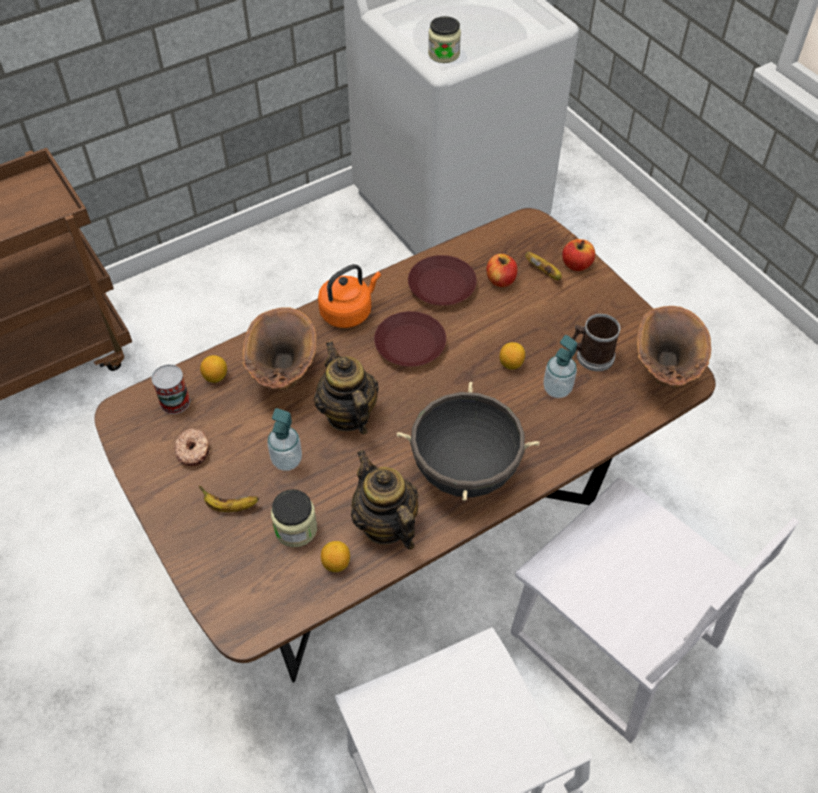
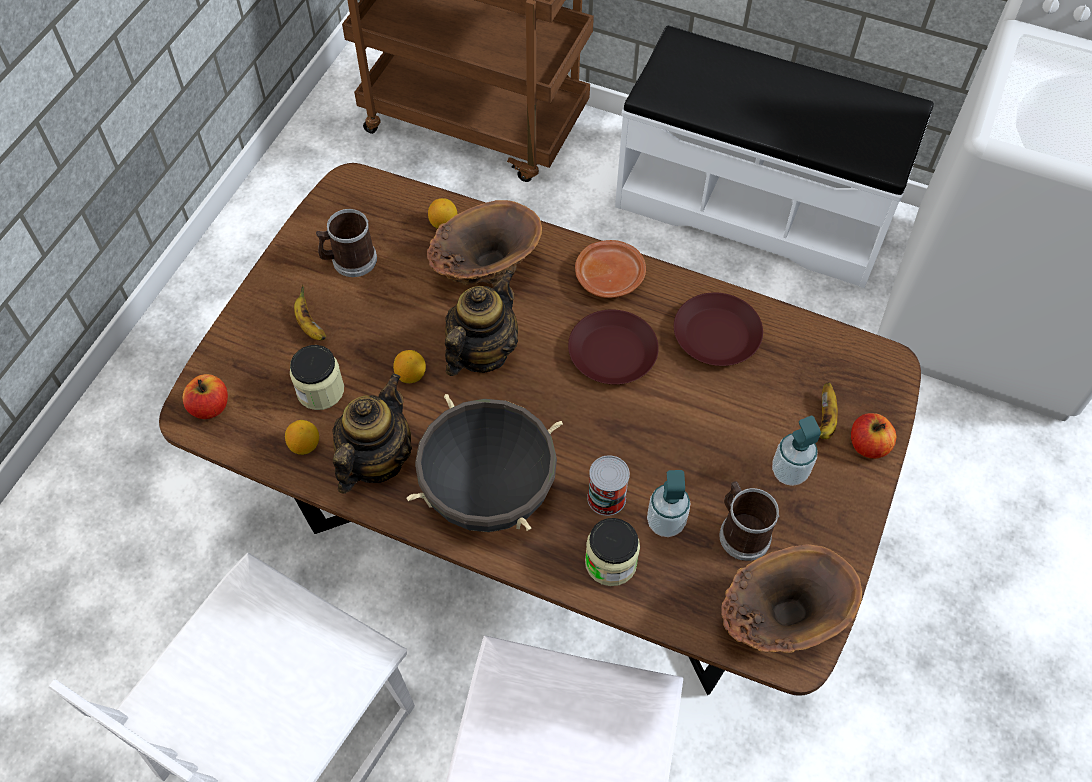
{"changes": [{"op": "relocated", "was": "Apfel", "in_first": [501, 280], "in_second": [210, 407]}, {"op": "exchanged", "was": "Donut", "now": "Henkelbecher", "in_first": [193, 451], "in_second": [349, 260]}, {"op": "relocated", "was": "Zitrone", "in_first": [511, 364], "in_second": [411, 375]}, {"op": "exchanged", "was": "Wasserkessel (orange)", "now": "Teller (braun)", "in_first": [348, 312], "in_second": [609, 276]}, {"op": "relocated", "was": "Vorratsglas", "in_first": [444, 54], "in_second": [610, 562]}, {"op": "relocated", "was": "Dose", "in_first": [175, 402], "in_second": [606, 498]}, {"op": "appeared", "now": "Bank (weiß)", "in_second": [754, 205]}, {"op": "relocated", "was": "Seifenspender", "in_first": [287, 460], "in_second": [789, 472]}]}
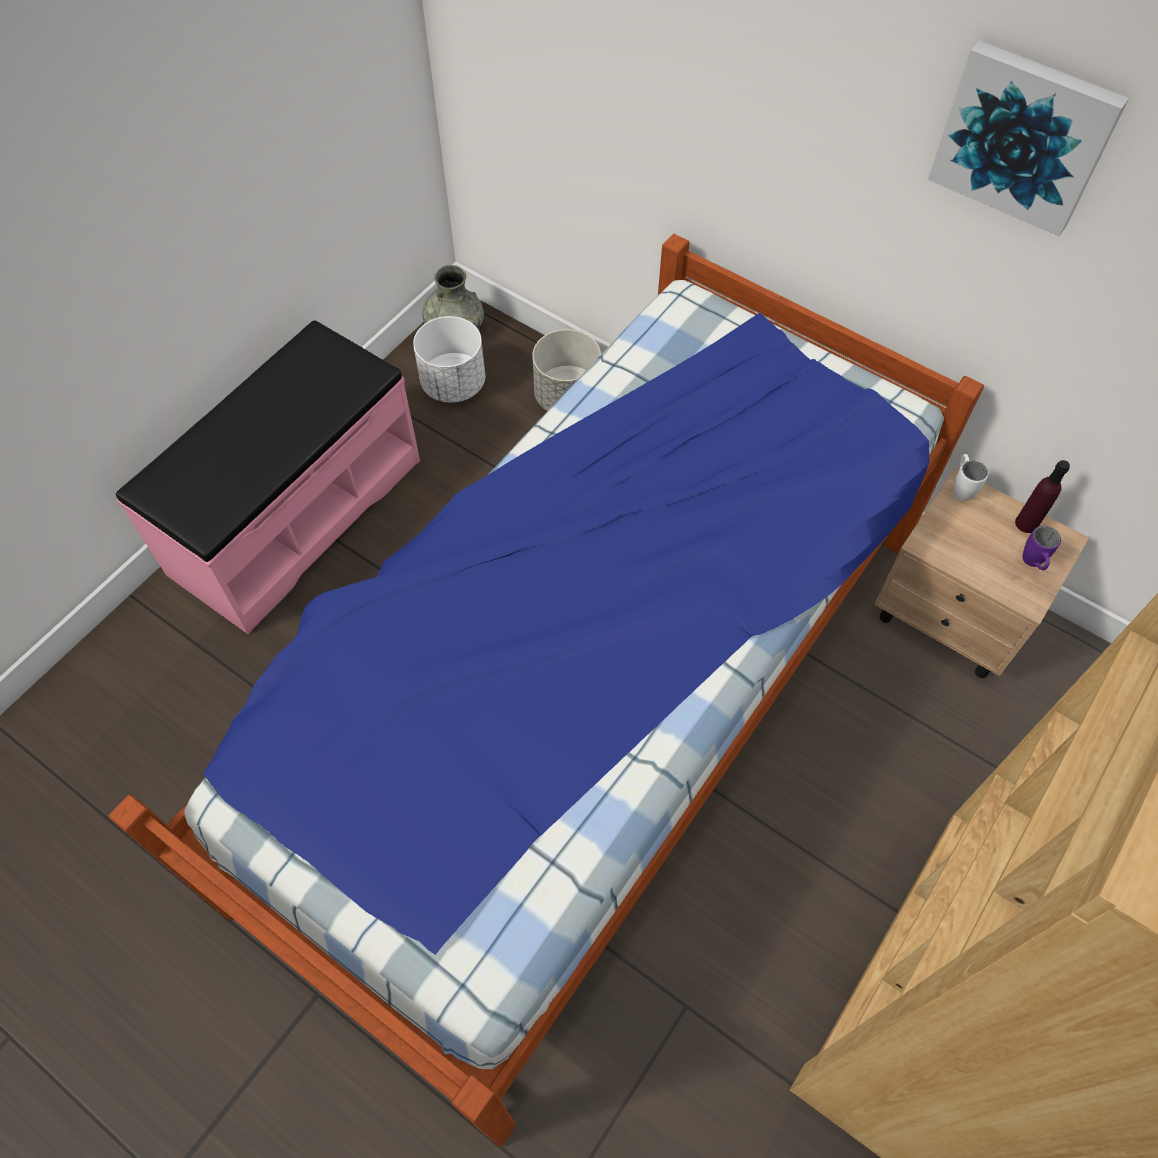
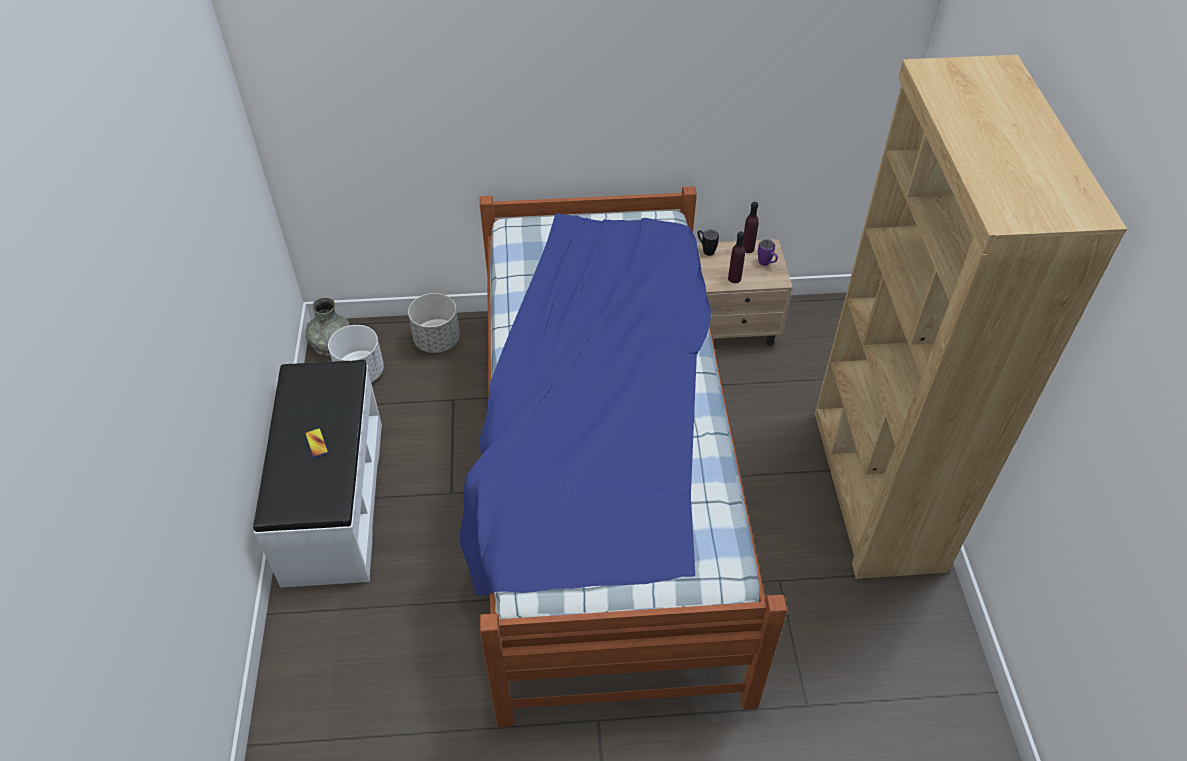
{"changes": [{"op": "colour", "was": "Bank (rosa)", "now": "Bank (weiß)", "in_first": [295, 515], "in_second": [332, 501]}, {"op": "appeared", "now": "Handy", "in_second": [316, 443]}, {"op": "colour", "was": "Henkelbecher (weiß)", "now": "Henkelbecher (schwarz)", "in_first": [960, 488], "in_second": [705, 250]}, {"op": "appeared", "now": "Flasche (lila)", "in_second": [734, 278]}, {"op": "missing", "was": "Bild", "in_first": [1024, 137]}]}
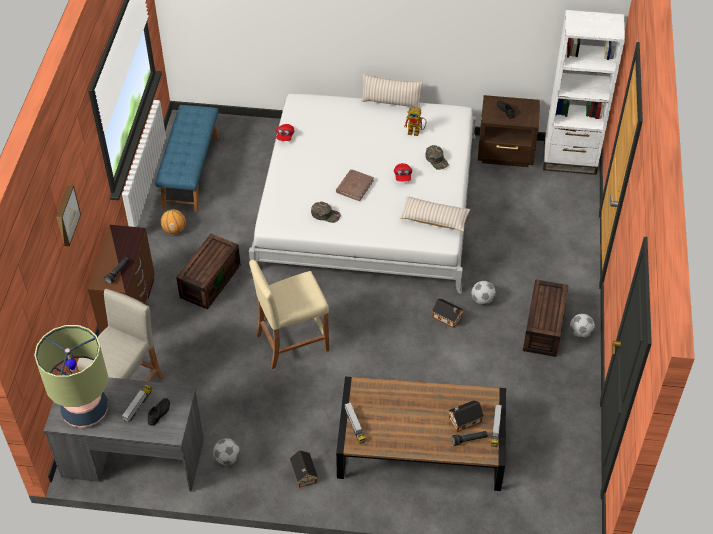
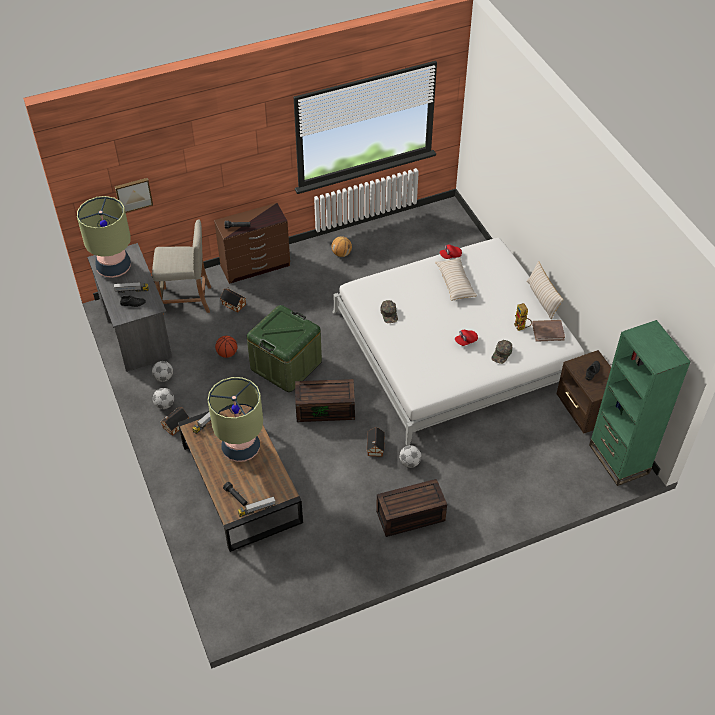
{"changes": [{"op": "relocated", "was": "Bild", "in_first": [66, 215], "in_second": [133, 194]}, {"op": "relocated", "was": "Fußball", "in_first": [580, 333], "in_second": [164, 404]}, {"op": "appeared", "now": "Tischlampe", "in_second": [241, 448]}, {"op": "appeared", "now": "Basketball", "in_second": [227, 353]}, {"op": "relocated", "was": "Spielzeughaus", "in_first": [463, 420], "in_second": [233, 304]}, {"op": "exchanged", "was": "Hocker (beige)", "now": "Aufbewahrungsbox (grün)", "in_first": [292, 342], "in_second": [286, 365]}, {"op": "relocated", "was": "Aufbewahrungsbox (braun)", "in_first": [210, 280], "in_second": [326, 408]}, {"op": "relocated", "was": "Kissen (beige)", "in_first": [434, 219], "in_second": [455, 283]}, {"op": "relocated", "was": "Buch (braun)", "in_first": [354, 186], "in_second": [548, 331]}, {"op": "colour", "was": "Bücherregal (weiß)", "now": "Bücherregal (grün)", "in_first": [569, 159], "in_second": [618, 459]}, {"op": "missing", "was": "Bank (blau)", "in_first": [190, 171]}]}
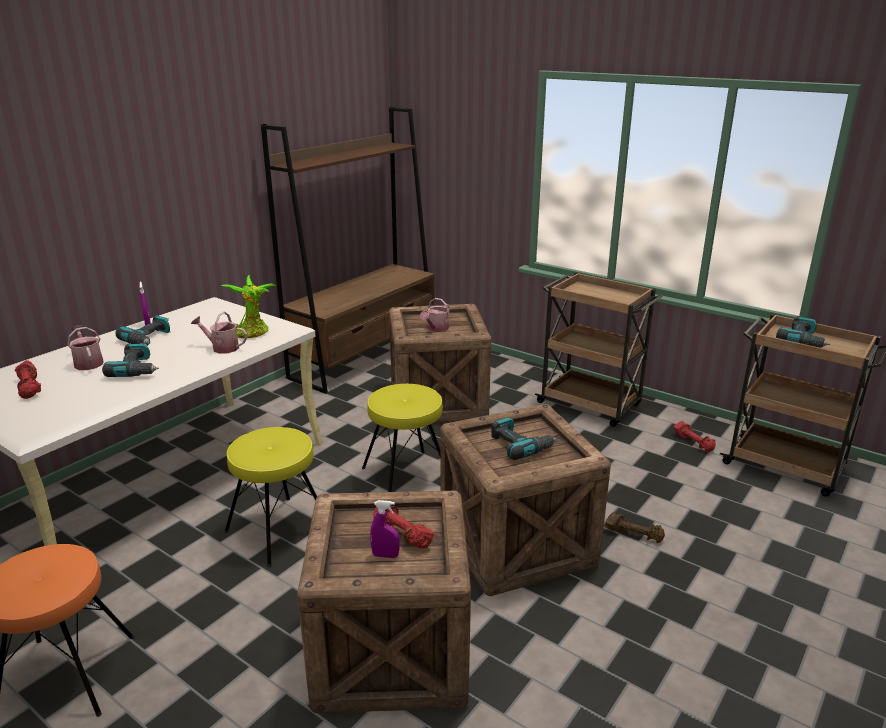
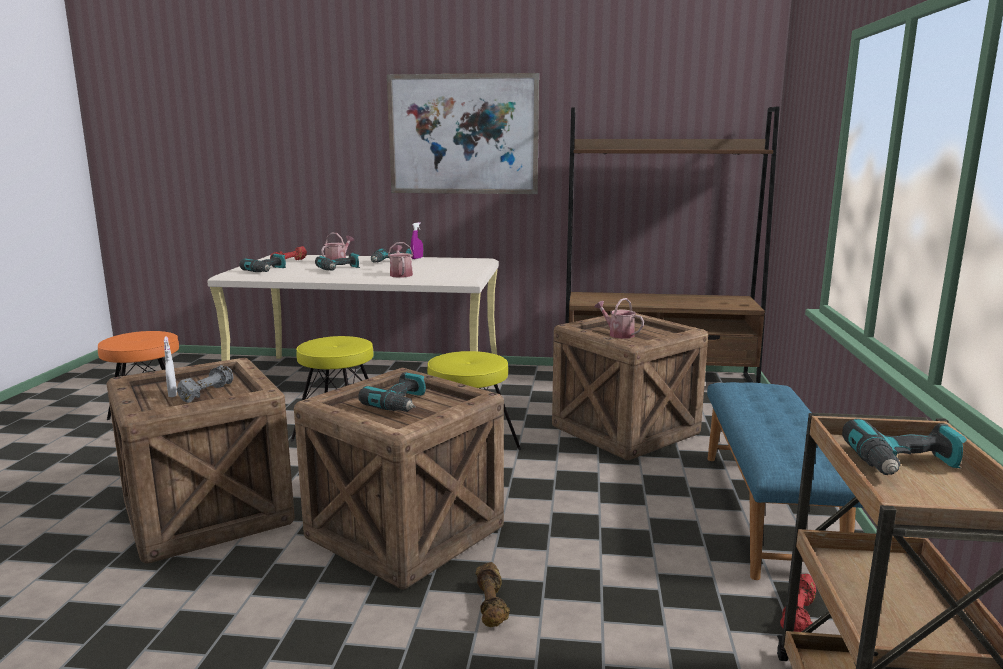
{"changes": [{"op": "colour", "was": "Sprühflasche (lila)", "now": "Sprühflasche (weiß)", "in_first": [385, 555], "in_second": [172, 394]}, {"op": "colour", "was": "Hantel (rot)", "now": "Hantel (grau)", "in_first": [401, 534], "in_second": [206, 393]}, {"op": "appeared", "now": "Bohrmaschine", "in_second": [267, 271]}, {"op": "appeared", "now": "Bild", "in_second": [463, 134]}, {"op": "spun", "was": "Gießkanne", "in_first": [436, 329], "in_second": [618, 334], "clockwise": 45}, {"op": "exchanged", "was": "Rollwagen (braun)", "now": "Bank (blau)", "in_first": [590, 405], "in_second": [769, 511]}, {"op": "missing", "was": "Topfpflanze", "in_first": [252, 333]}]}
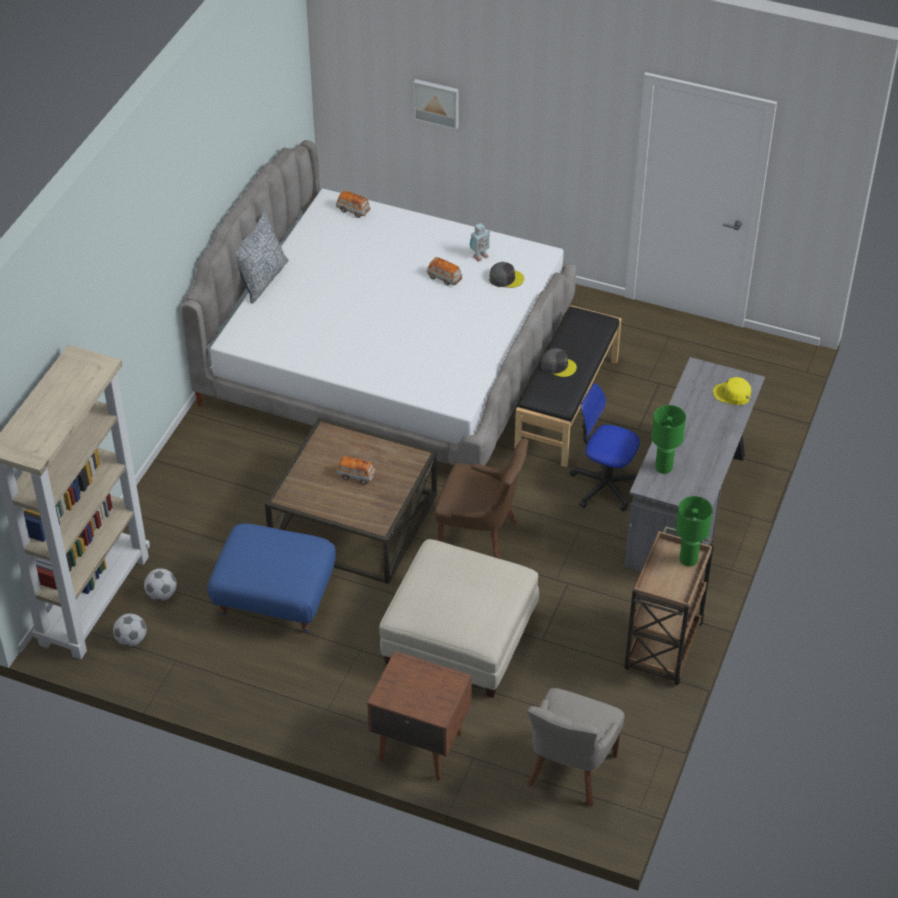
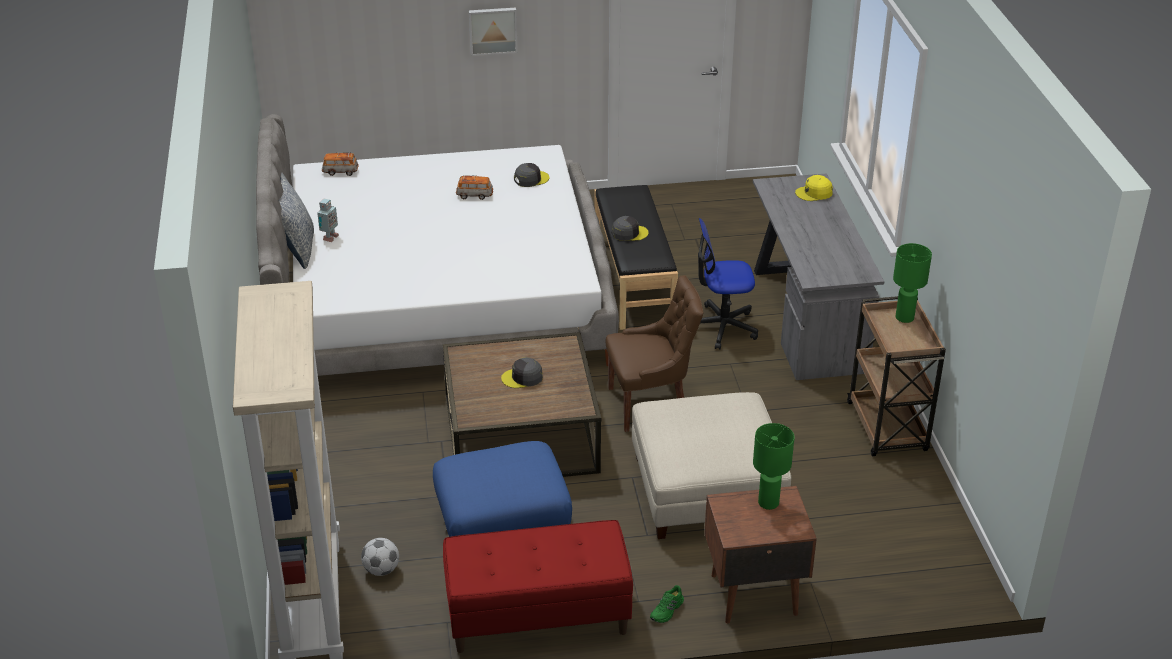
{"changes": [{"op": "relocated", "was": "Spielzeugroboter", "in_first": [479, 256], "in_second": [329, 238]}, {"op": "appeared", "now": "Bank (rot)", "in_second": [537, 617]}, {"op": "relocated", "was": "Bild", "in_first": [437, 102], "in_second": [493, 30]}, {"op": "exchanged", "was": "Spielzeugauto", "now": "Kappe (grau)", "in_first": [356, 476], "in_second": [522, 378]}, {"op": "appeared", "now": "Schuh (grün)", "in_second": [667, 610]}, {"op": "relocated", "was": "Tischlampe (grün)", "in_first": [664, 468], "in_second": [769, 503]}, {"op": "missing", "was": "Fußball", "in_first": [131, 640]}, {"op": "missing", "was": "Stuhl (grau)", "in_first": [570, 771]}]}
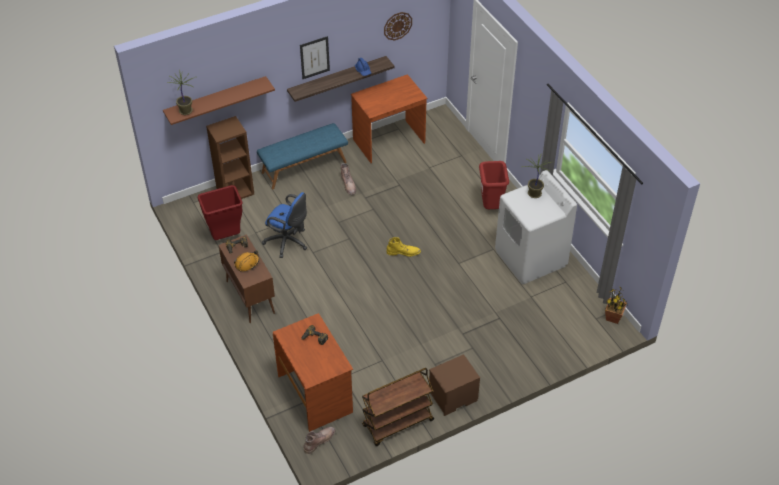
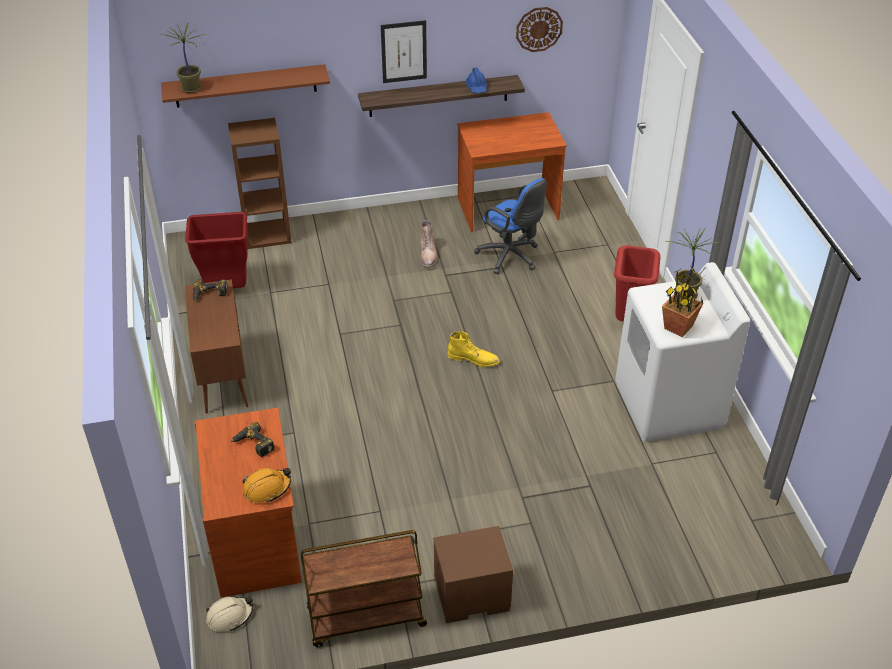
{"changes": [{"op": "exchanged", "was": "Stiefel (braun)", "now": "Schutzhelm (beige)", "in_first": [319, 441], "in_second": [230, 616]}, {"op": "relocated", "was": "Schutzhelm (orange)", "in_first": [247, 263], "in_second": [267, 488]}, {"op": "relocated", "was": "Bürostuhl (blau)", "in_first": [288, 242], "in_second": [511, 257]}, {"op": "relocated", "was": "Topfpflanze", "in_first": [613, 317], "in_second": [678, 327]}, {"op": "missing", "was": "Bank (blau)", "in_first": [304, 167]}]}
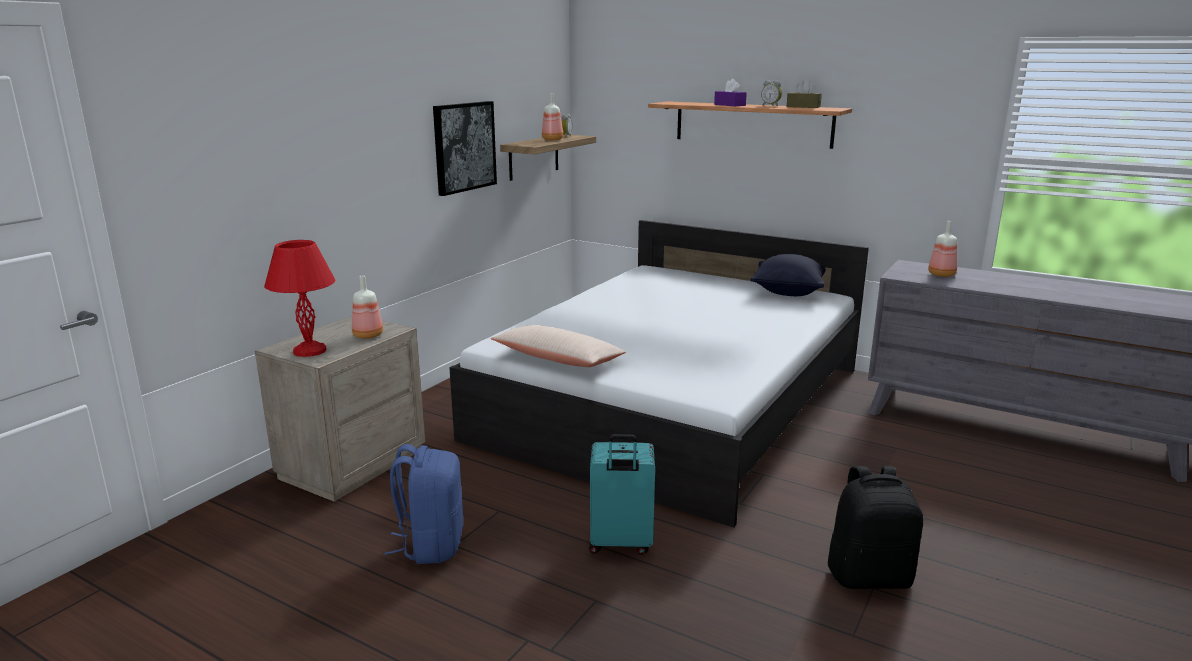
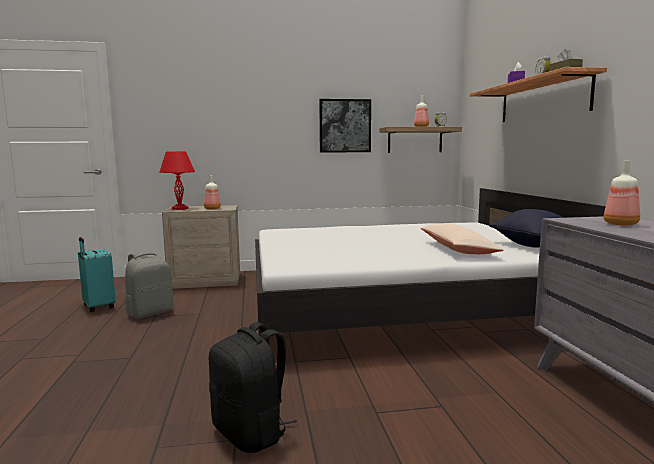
{"changes": [{"op": "relocated", "was": "Koffer (türkis)", "in_first": [620, 544], "in_second": [98, 307]}, {"op": "colour", "was": "Rucksack (blau)", "now": "Rucksack (grau)", "in_first": [431, 545], "in_second": [150, 312]}, {"op": "relocated", "was": "Kissen (beige)", "in_first": [558, 359], "in_second": [458, 249]}]}
